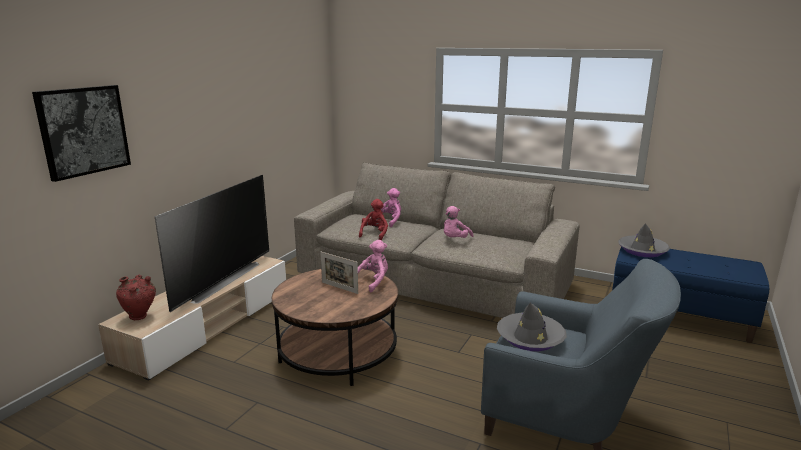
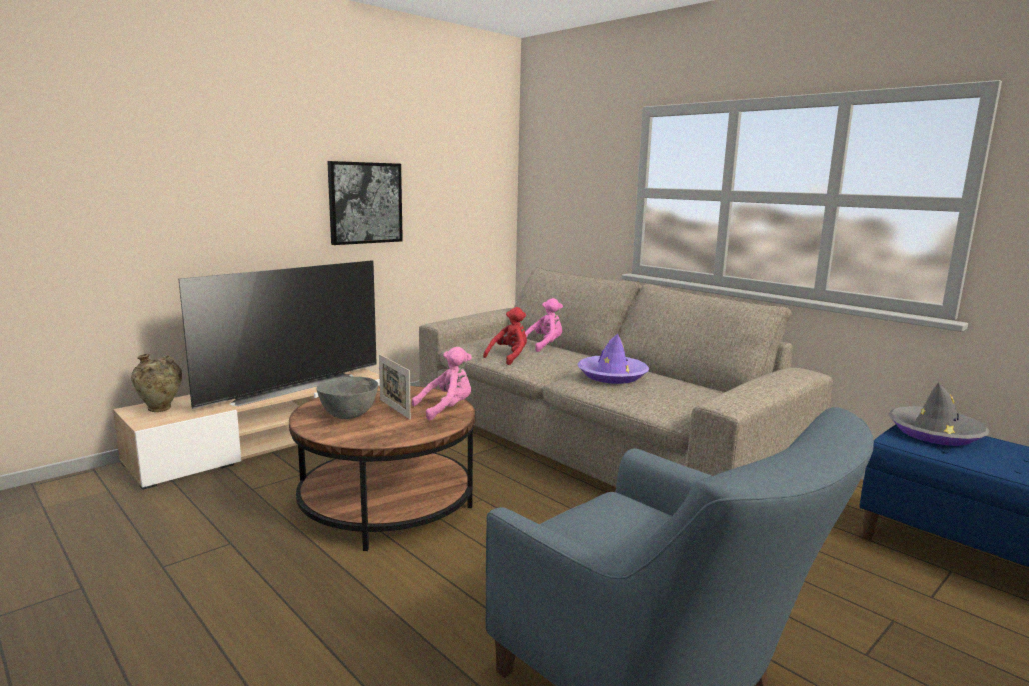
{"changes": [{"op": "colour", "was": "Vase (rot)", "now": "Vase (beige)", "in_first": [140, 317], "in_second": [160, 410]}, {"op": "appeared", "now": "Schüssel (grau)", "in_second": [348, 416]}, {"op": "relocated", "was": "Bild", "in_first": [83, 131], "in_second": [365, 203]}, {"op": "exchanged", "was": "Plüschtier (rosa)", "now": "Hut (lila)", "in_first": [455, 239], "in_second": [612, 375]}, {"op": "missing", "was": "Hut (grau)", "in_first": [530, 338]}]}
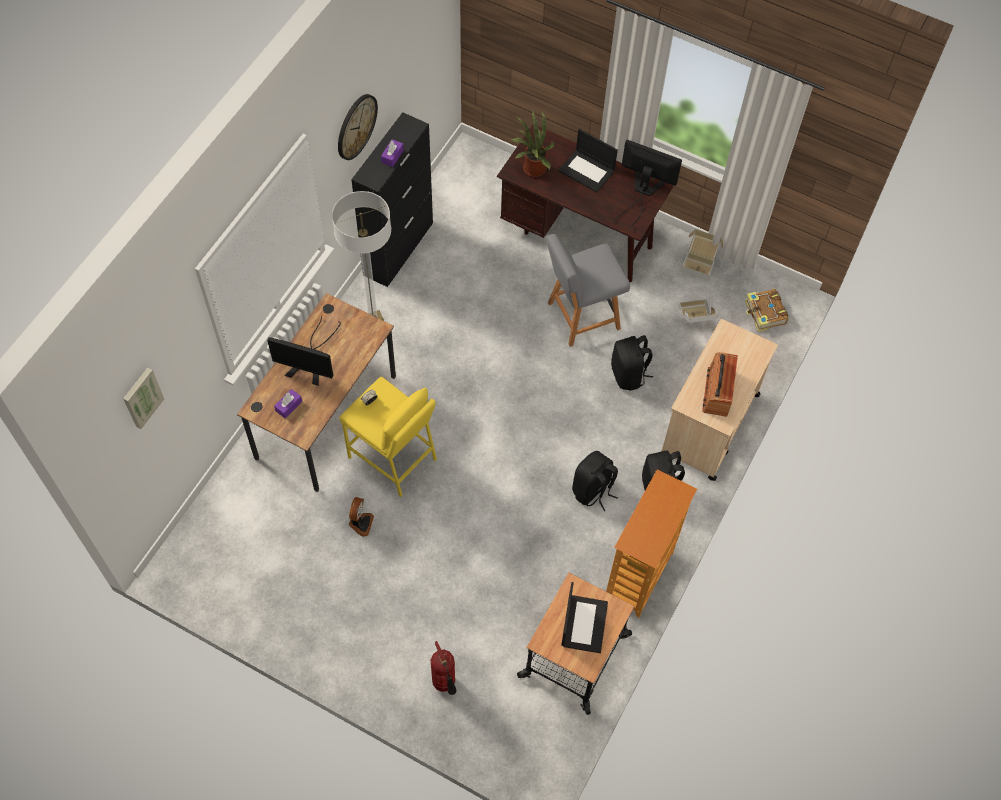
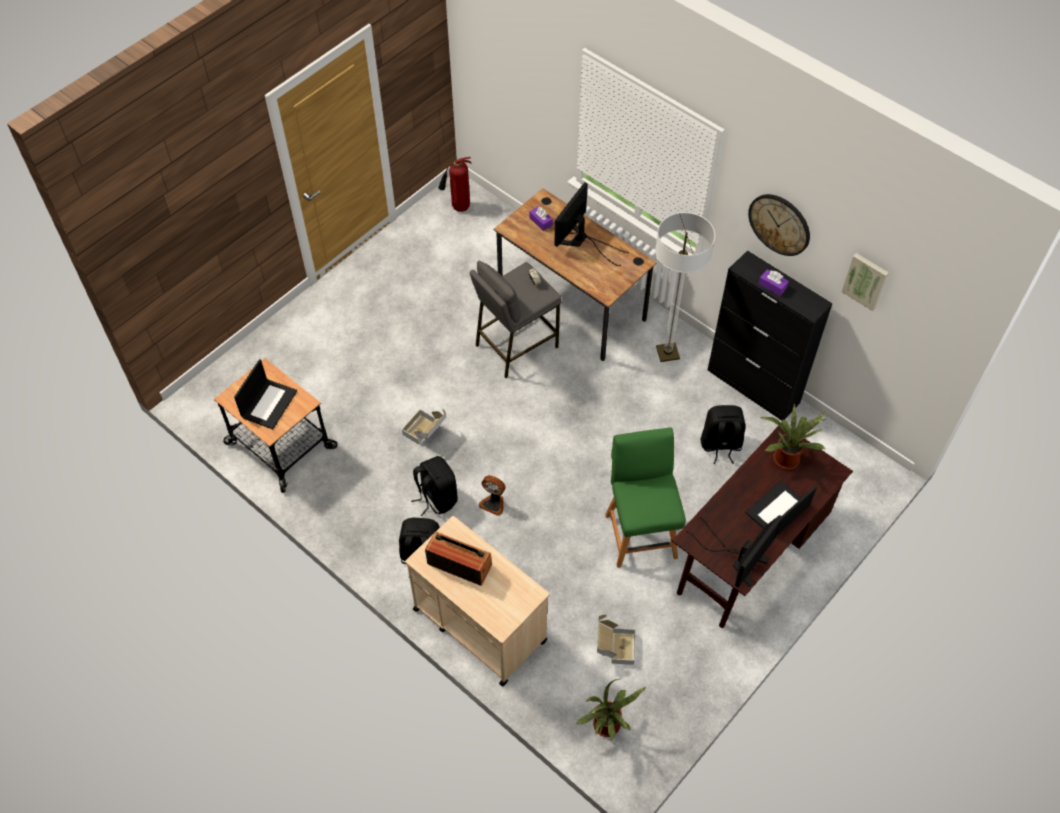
{"changes": [{"op": "spun", "was": "Laptop", "in_first": [583, 623], "in_second": [269, 403], "clockwise": -90}, {"op": "relocated", "was": "Karton", "in_first": [699, 262], "in_second": [426, 433]}, {"op": "relocated", "was": "Feuerlöscher", "in_first": [445, 684], "in_second": [458, 208]}, {"op": "colour", "was": "Hocker (gelb)", "now": "Hocker (grau)", "in_first": [393, 458], "in_second": [516, 345]}, {"op": "relocated", "was": "Ventilator", "in_first": [360, 523], "in_second": [493, 503]}, {"op": "exchanged", "was": "Buch", "now": "Topfpflanze", "in_first": [765, 314], "in_second": [608, 727]}, {"op": "colour", "was": "Stuhl (grau)", "now": "Stuhl (grün)", "in_first": [581, 316], "in_second": [640, 533]}, {"op": "relocated", "was": "Rucksack (schwarz)", "in_first": [628, 374], "in_second": [720, 445]}, {"op": "relocated", "was": "Bild", "in_first": [141, 397], "in_second": [866, 280]}, {"op": "missing", "was": "Bücherregal", "in_first": [639, 576]}]}
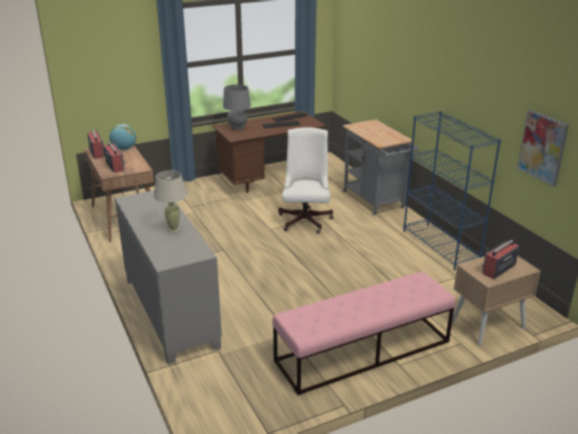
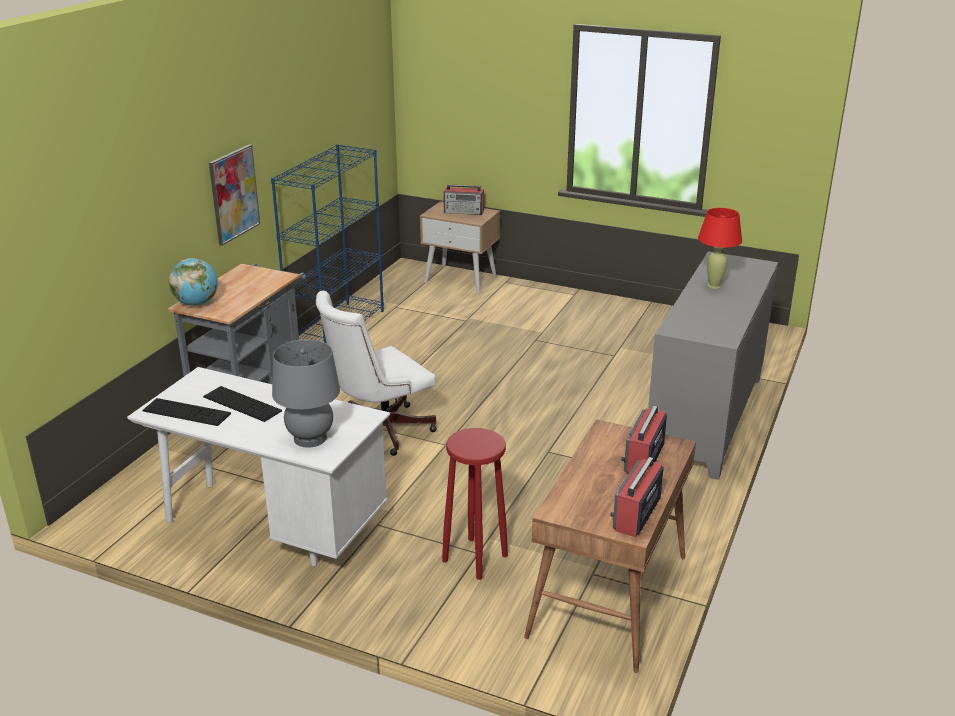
{"changes": [{"op": "colour", "was": "Schreibtisch (braun)", "now": "Schreibtisch (weiß)", "in_first": [269, 180], "in_second": [271, 527]}, {"op": "relocated", "was": "Globus", "in_first": [124, 149], "in_second": [196, 303]}, {"op": "relocated", "was": "Bild", "in_first": [542, 147], "in_second": [234, 194]}, {"op": "appeared", "now": "Hocker (rot)", "in_second": [475, 557]}, {"op": "colour", "was": "Tischlampe (beige)", "now": "Tischlampe (rot)", "in_first": [173, 229], "in_second": [714, 286]}, {"op": "missing", "was": "Bank (rosa)", "in_first": [362, 351]}]}
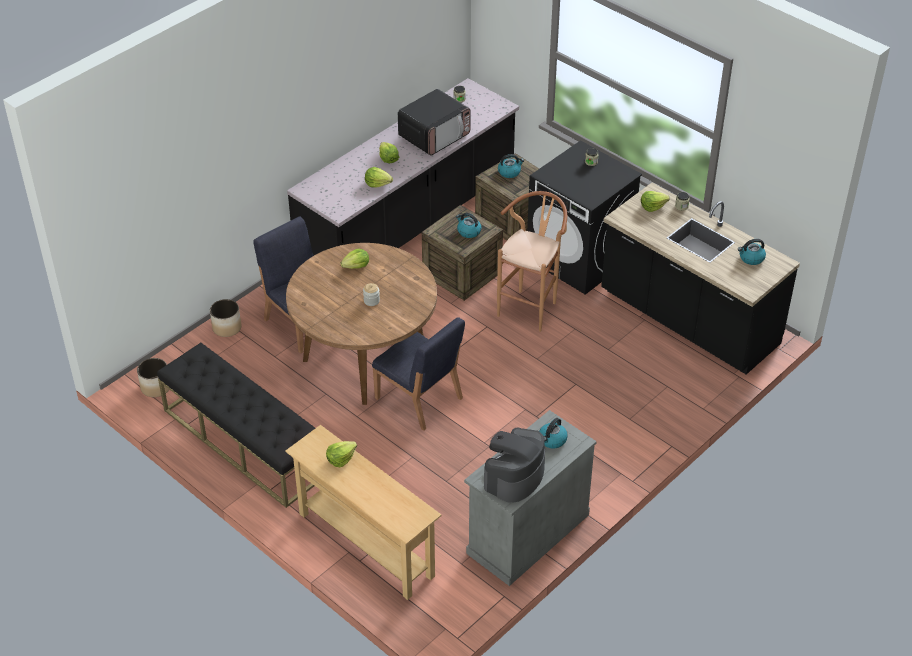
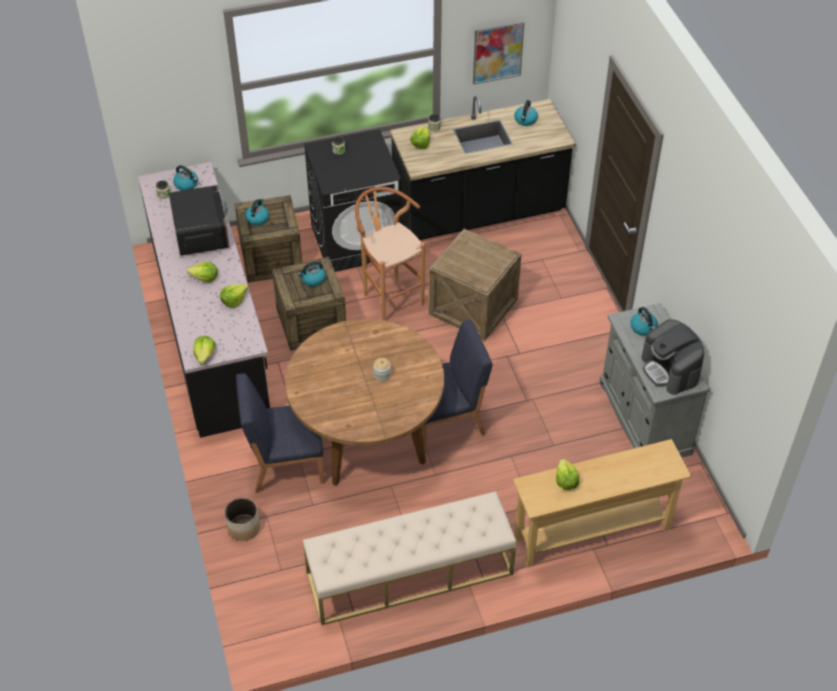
{"changes": [{"op": "appeared", "now": "Wasserkessel", "in_second": [187, 184]}, {"op": "relocated", "was": "Salatkopf", "in_first": [356, 266], "in_second": [205, 355]}, {"op": "colour", "was": "Bank (schwarz)", "now": "Bank (beige)", "in_first": [244, 442], "in_second": [409, 574]}, {"op": "appeared", "now": "Kiste", "in_second": [474, 307]}, {"op": "appeared", "now": "Bild", "in_second": [497, 52]}, {"op": "missing", "was": "Pflanzkübel", "in_first": [155, 387]}]}
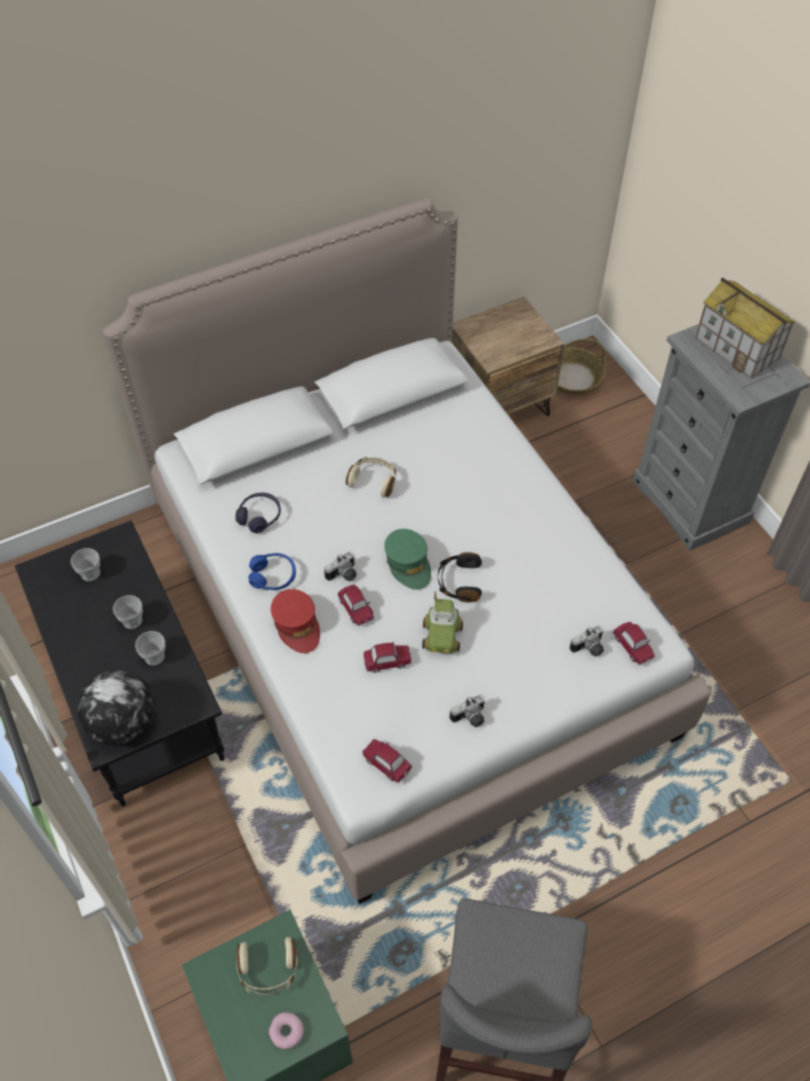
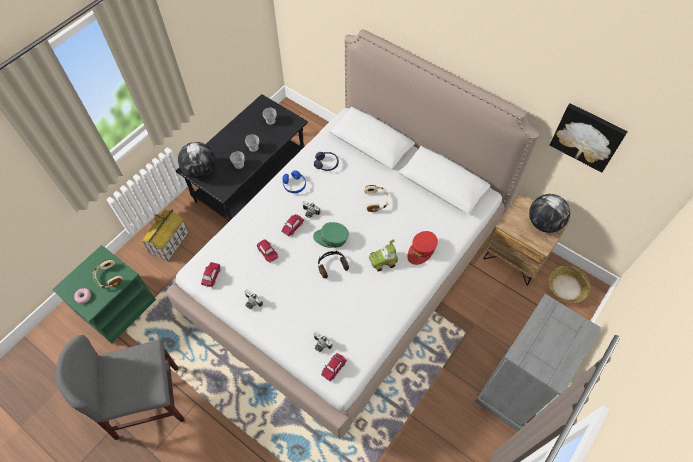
{"changes": [{"op": "relocated", "was": "Spielzeughaus", "in_first": [737, 348], "in_second": [169, 243]}, {"op": "spun", "was": "Kappe (grün)", "in_first": [408, 564], "in_second": [331, 238], "clockwise": 60}, {"op": "relocated", "was": "Spielzeugauto", "in_first": [442, 636], "in_second": [383, 261]}, {"op": "relocated", "was": "Kappe (rot)", "in_first": [297, 625], "in_second": [421, 250]}, {"op": "appeared", "now": "Globus", "in_second": [543, 223]}, {"op": "appeared", "now": "Bild", "in_second": [587, 136]}]}
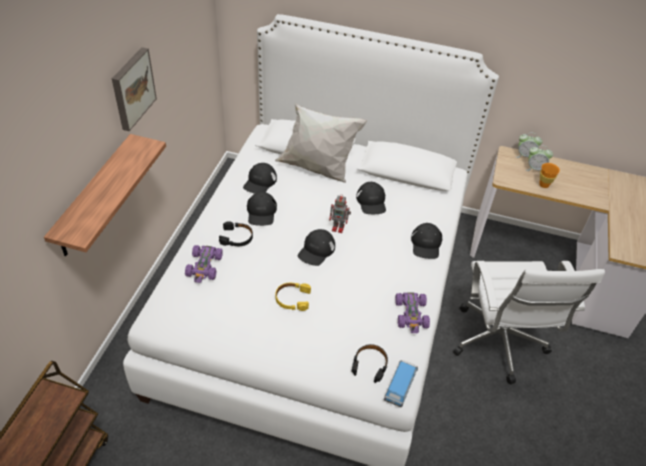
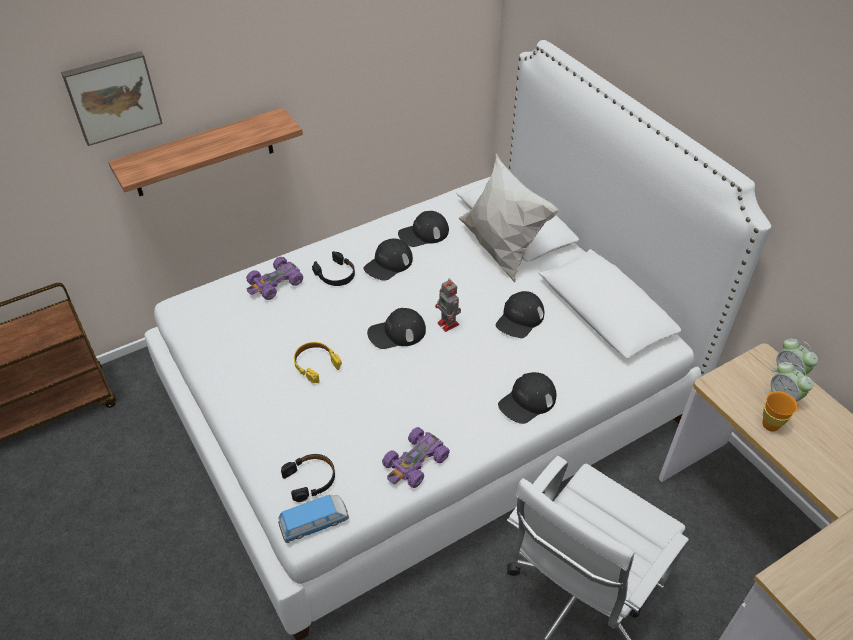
{"changes": [{"op": "relocated", "was": "Bild", "in_first": [132, 88], "in_second": [112, 97]}]}
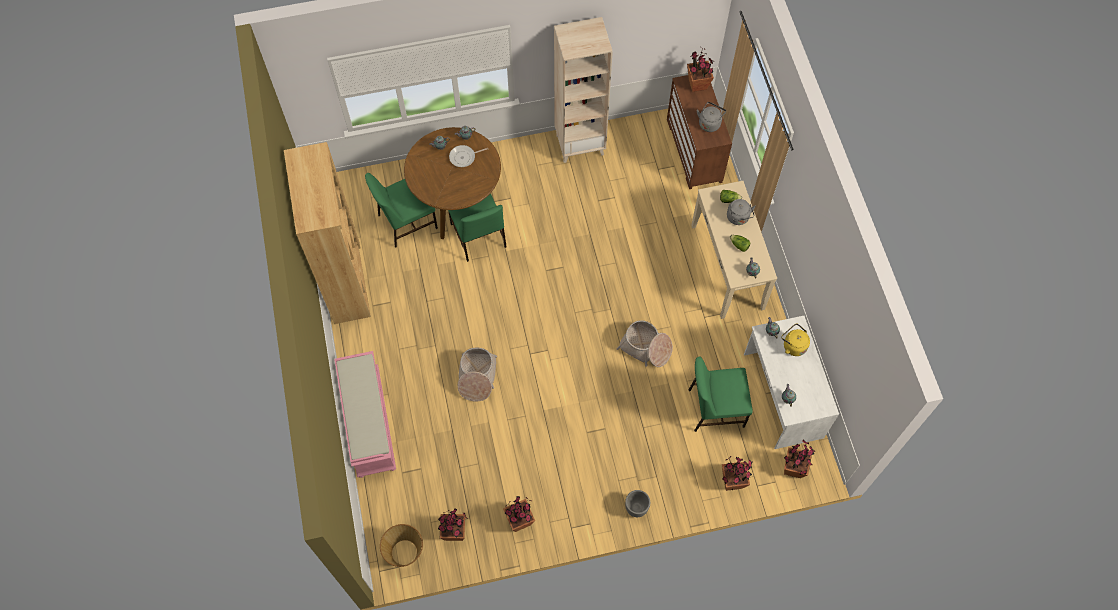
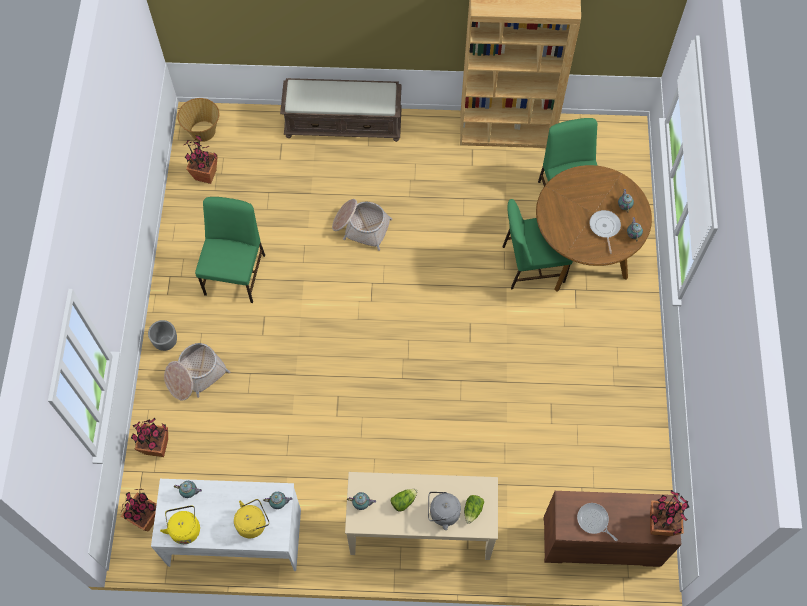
{"changes": [{"op": "appeared", "now": "Wasserkessel (gelb)", "in_second": [185, 528]}, {"op": "relocated", "was": "Korb", "in_first": [646, 348], "in_second": [195, 375]}, {"op": "relocated", "was": "Stuhl (grün)", "in_first": [714, 408], "in_second": [236, 273]}, {"op": "colour", "was": "Bank (rosa)", "now": "Bank (braun)", "in_first": [368, 421], "in_second": [344, 124]}, {"op": "exchanged", "was": "Wasserkessel (grau)", "now": "Pfanne", "in_first": [710, 123], "in_second": [593, 521]}, {"op": "missing", "was": "Topfpflanze", "in_first": [520, 521]}, {"op": "missing", "was": "Bücherregal (beige)", "in_first": [580, 144]}]}
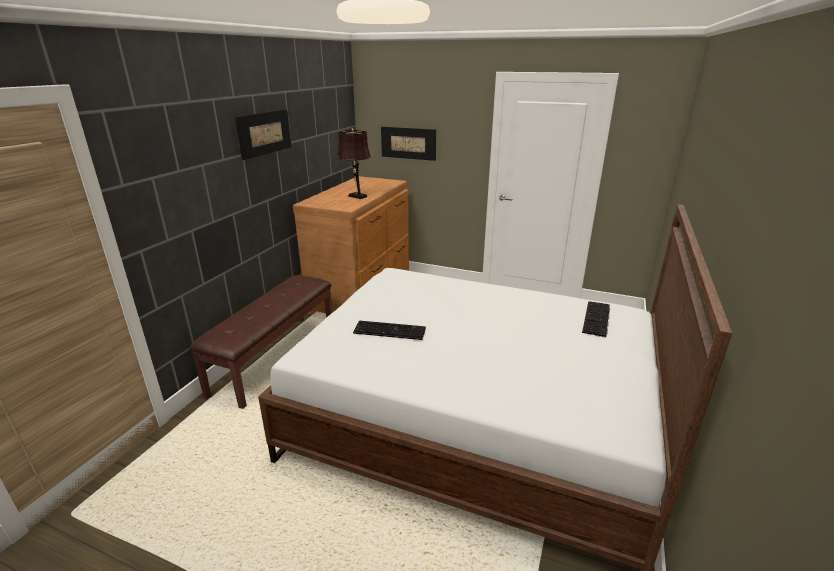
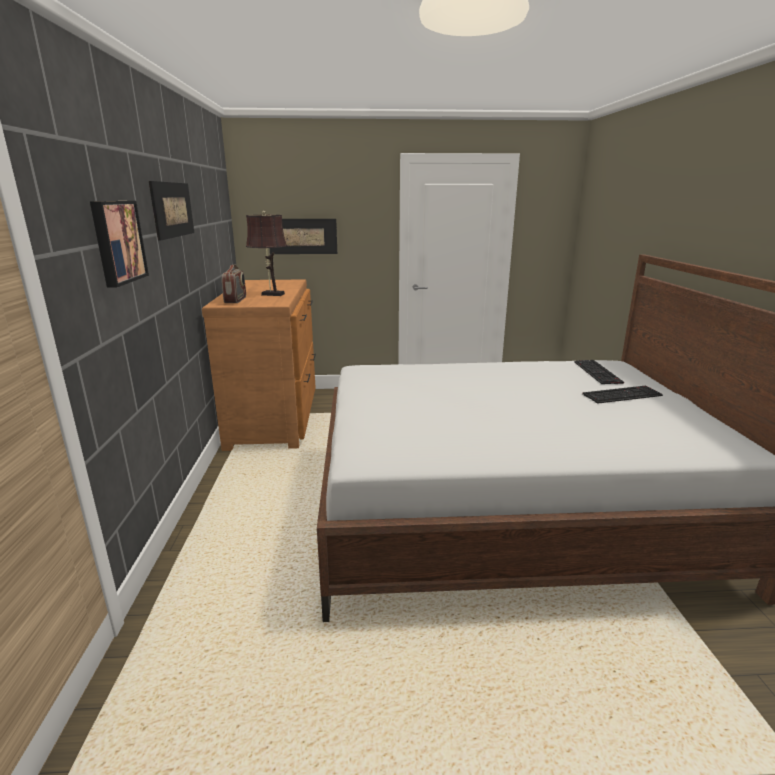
{"changes": [{"op": "appeared", "now": "Bild", "in_second": [117, 242]}, {"op": "appeared", "now": "Radio", "in_second": [236, 300]}, {"op": "relocated", "was": "Tastatur", "in_first": [390, 330], "in_second": [622, 394]}, {"op": "missing", "was": "Bank (braun)", "in_first": [275, 357]}]}
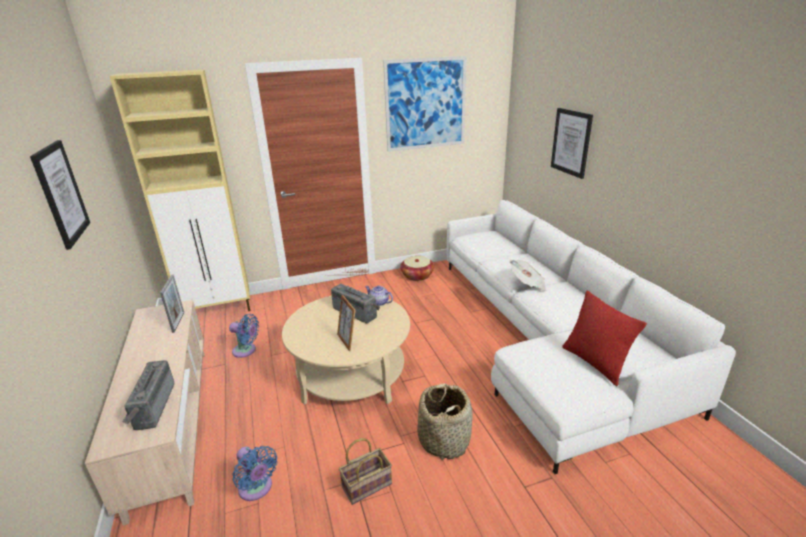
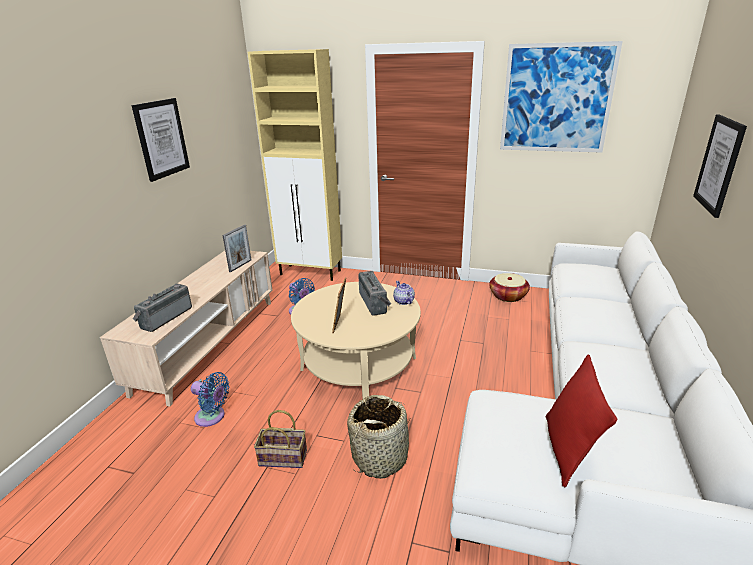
{"changes": [{"op": "spun", "was": "Ventilator (blau)", "in_first": [257, 489], "in_second": [212, 417], "clockwise": -60}, {"op": "missing", "was": "Zeitung", "in_first": [527, 284]}]}
